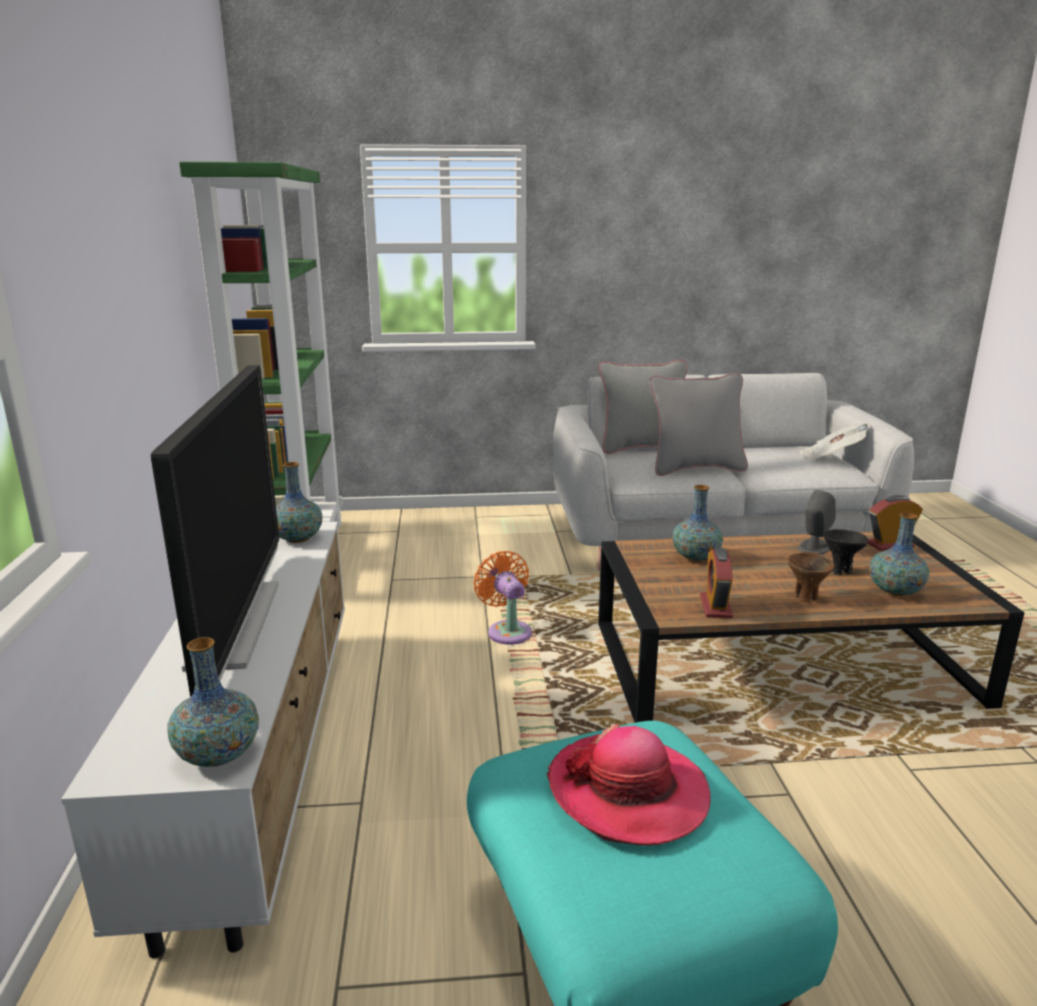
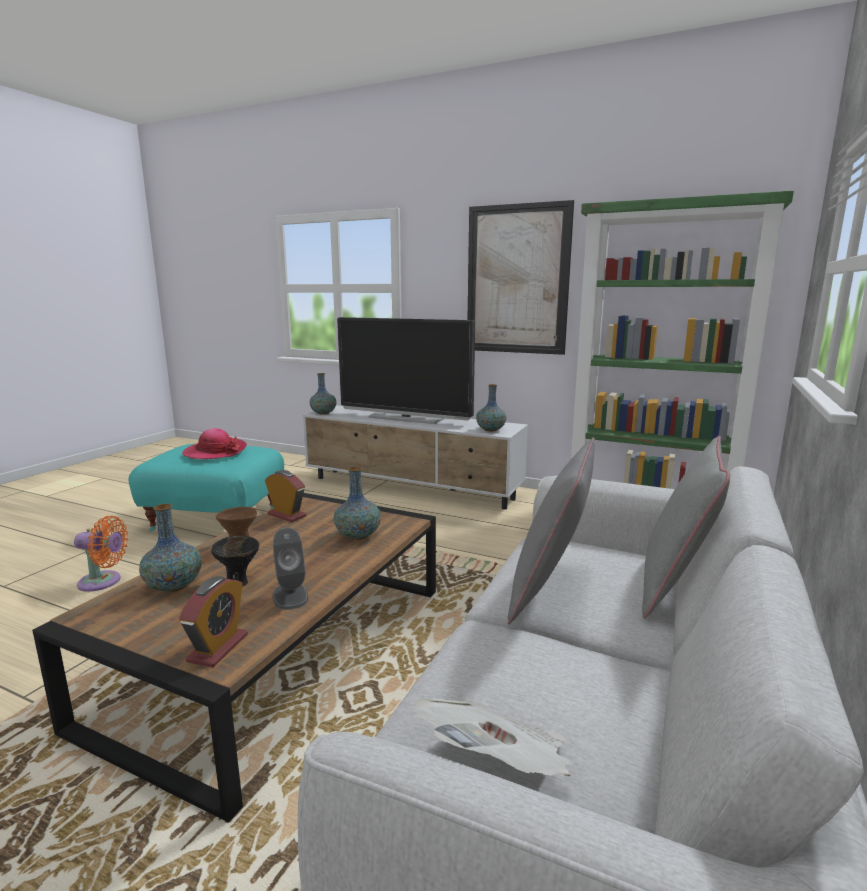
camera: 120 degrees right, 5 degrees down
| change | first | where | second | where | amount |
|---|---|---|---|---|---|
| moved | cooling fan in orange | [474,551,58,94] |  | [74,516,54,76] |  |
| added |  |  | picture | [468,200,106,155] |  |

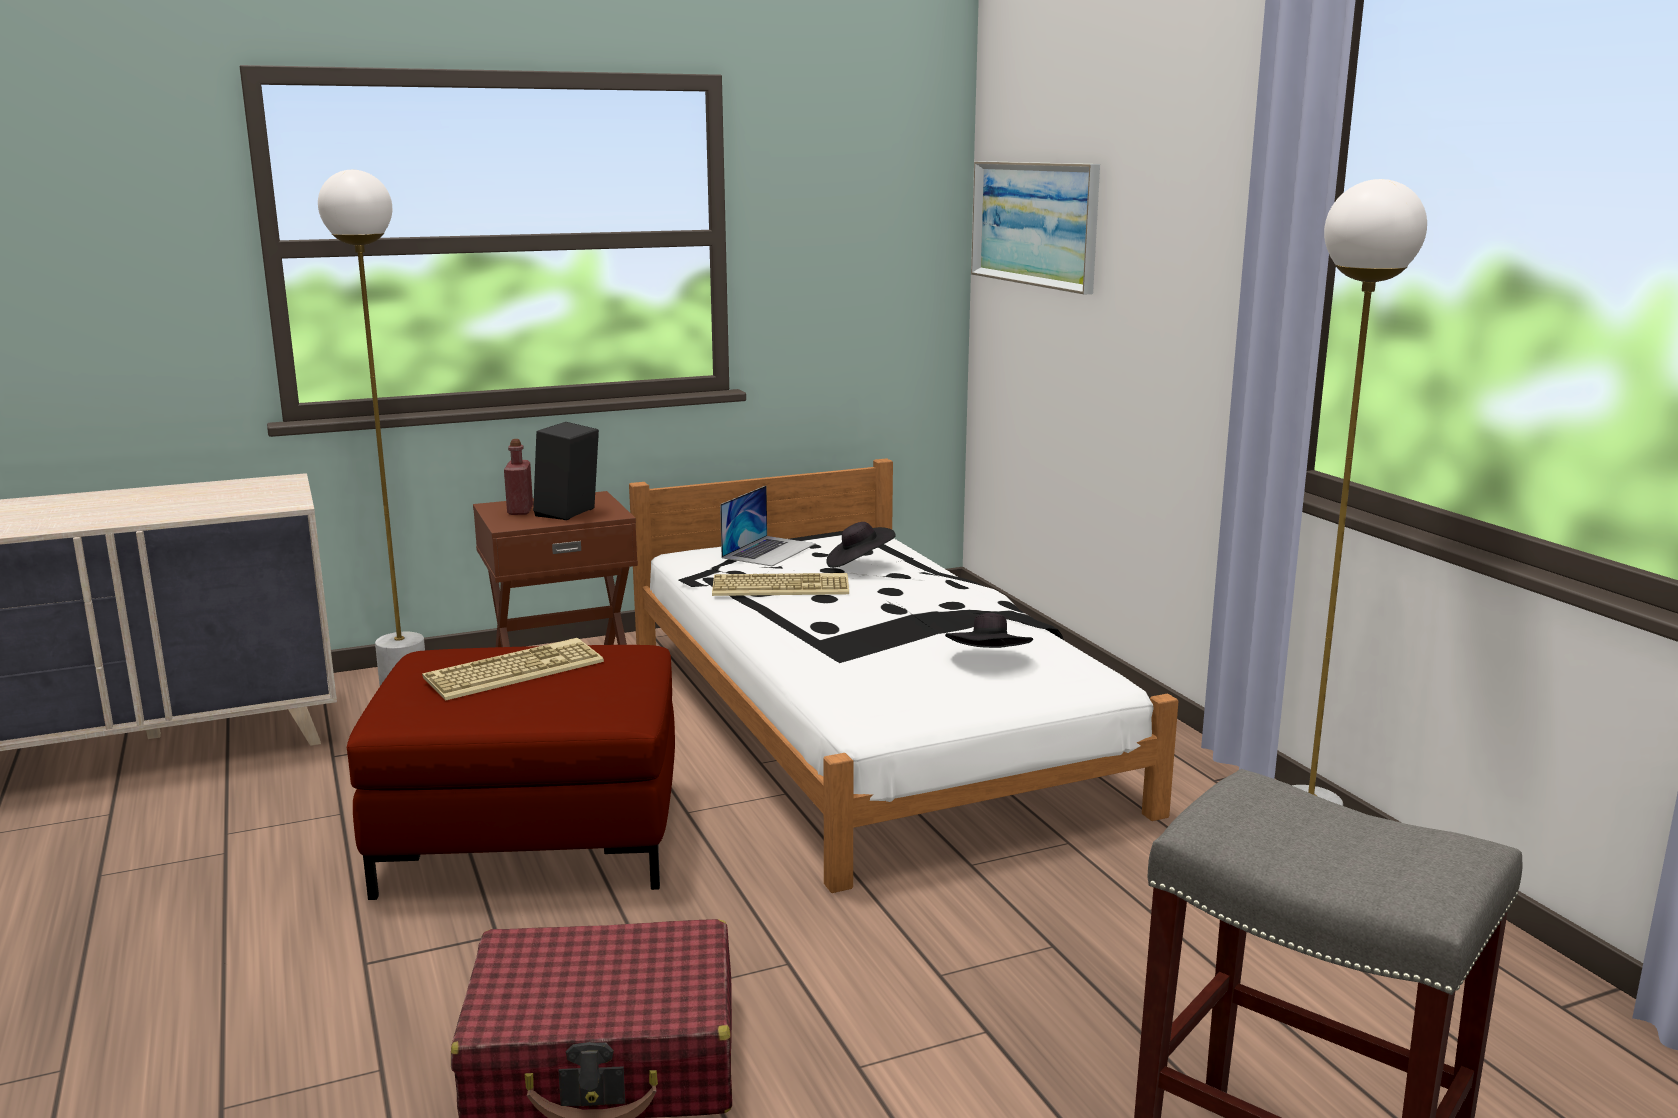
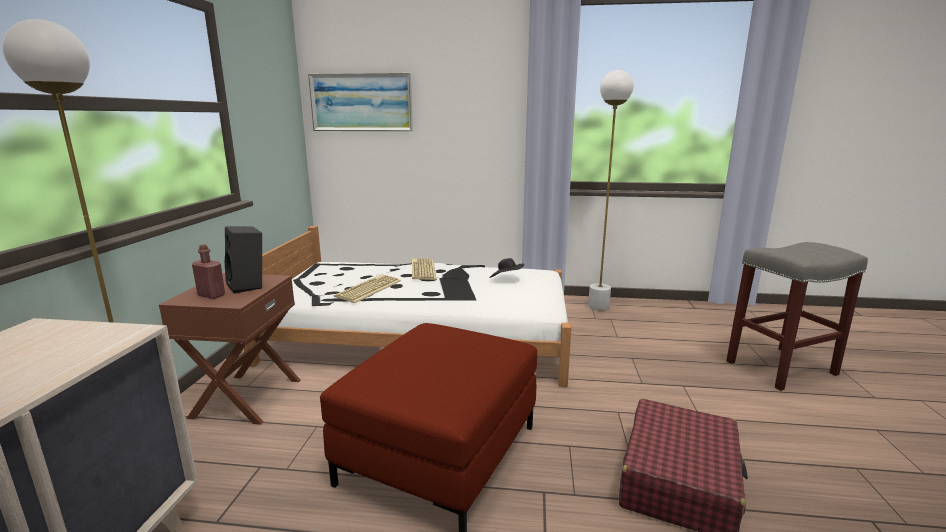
camera: 60 degrees left, 0 degrees up
| change | first | where | second | where | amount |
|---|---|---|---|---|---|
| moved | computer keyboard | [422,638,182,63] |  | [412,258,25,22] |  |
| removed | laptop | [720,486,96,80] |  |  |  |
| removed | wearable hat in black-coloured | [827,522,69,46] |  |  |  |

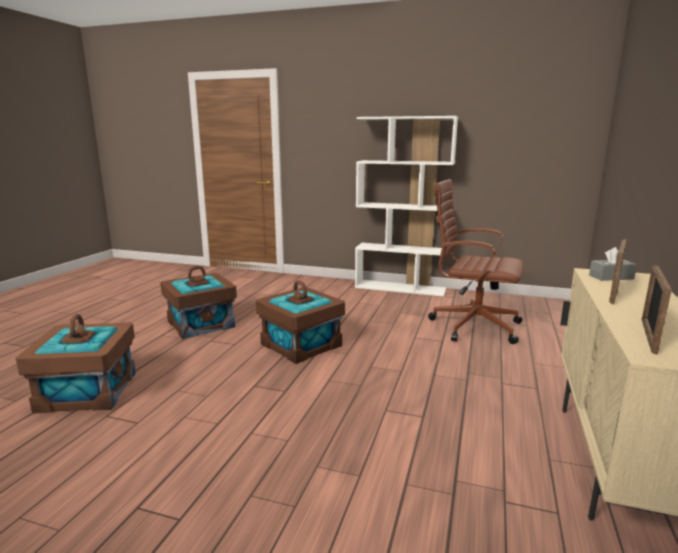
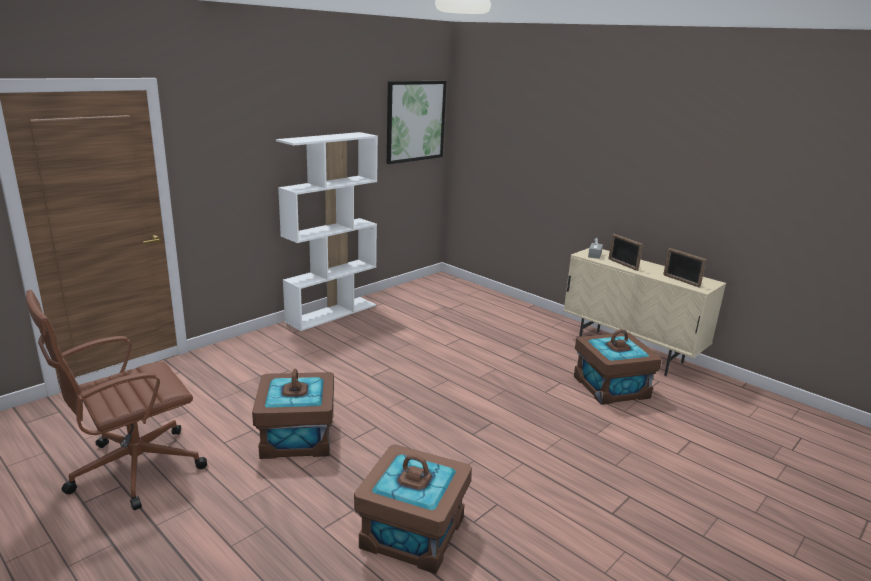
camera: 65 degrees left, 5 degrees up
| change | first | where | second | where | amount |
|---|---|---|---|---|---|
| moved | storage container in brown-coloured | [256,280,89,84] |  | [574,330,88,75] |  |
| moved | desk chair in brown-coloured | [428,179,96,165] |  | [26,290,181,220] |  |
| added |  |  | picture | [387,81,59,83] |  |

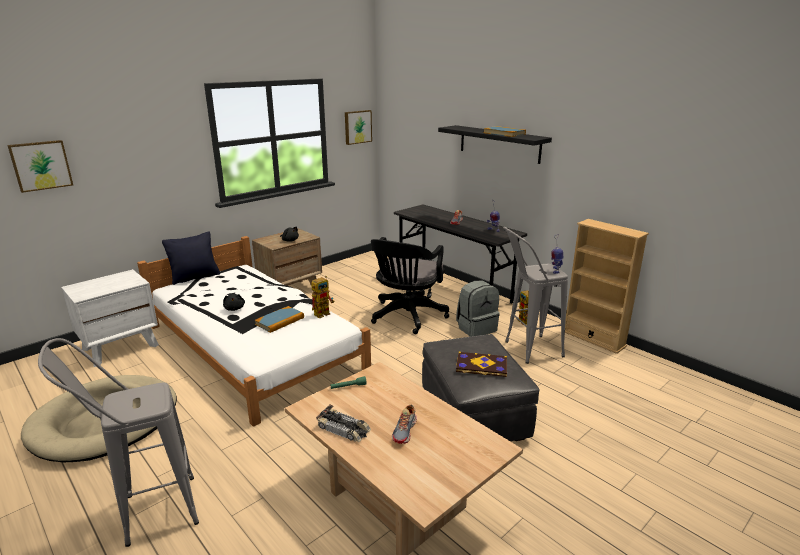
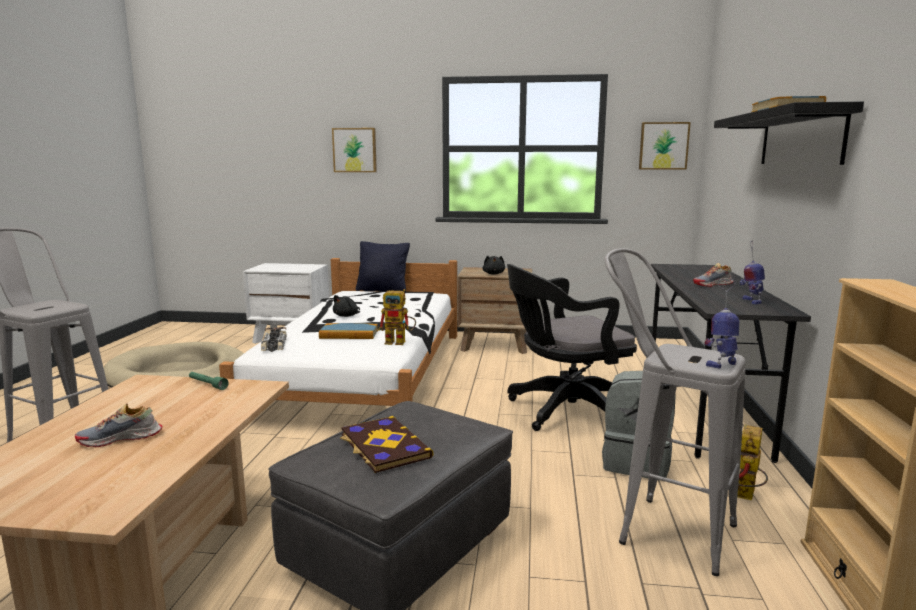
camera: 50 degrees right, 10 degrees down
| change | first | where | second | where | amount |
|---|---|---|---|---|---|
| moved | picture | [7,140,66,53] |  | [332,128,45,44] |  |
| moved | toy car | [316,405,55,37] |  | [261,327,26,25] |  |

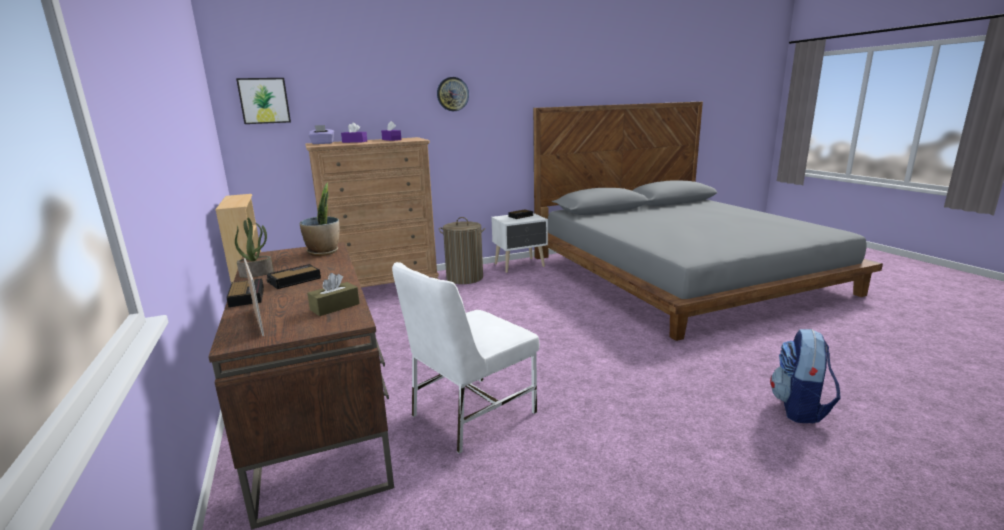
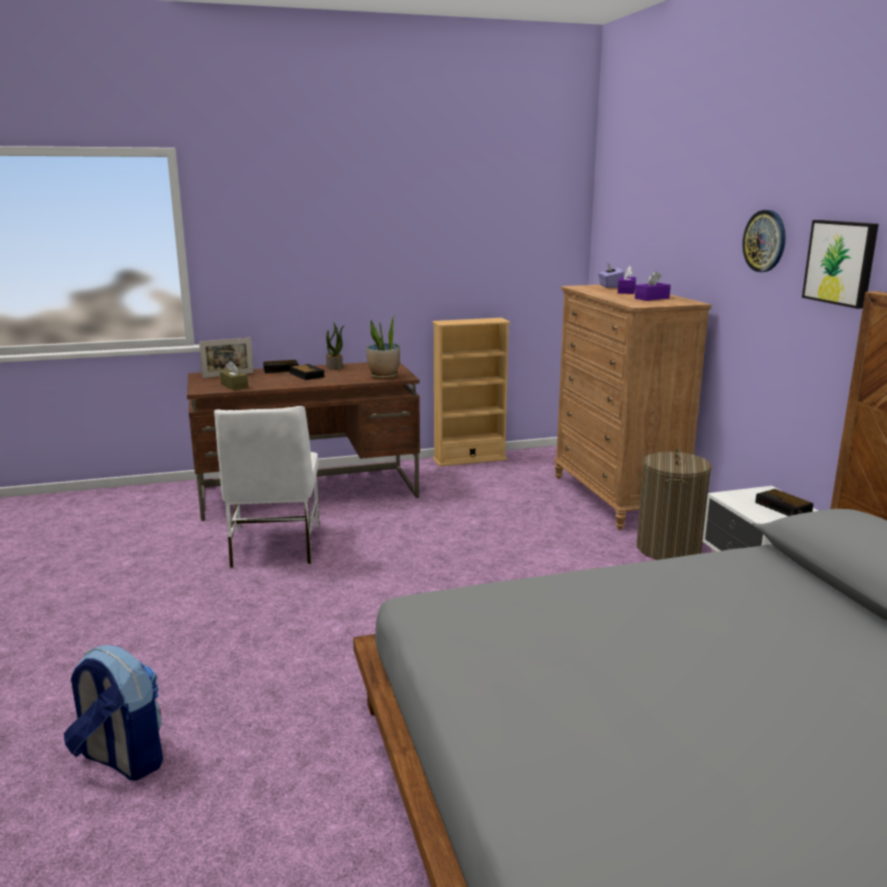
camera: 95 degrees right, 0 degrees up
| change | first | where | second | where | amount |
|---|---|---|---|---|---|
| moved | picture | [236,78,55,46] |  | [802,220,77,89] |  |
| turned | chair in white-coloured | [392,262,147,192] |  | [214,406,105,162] | 150 degrees counterclockwise |

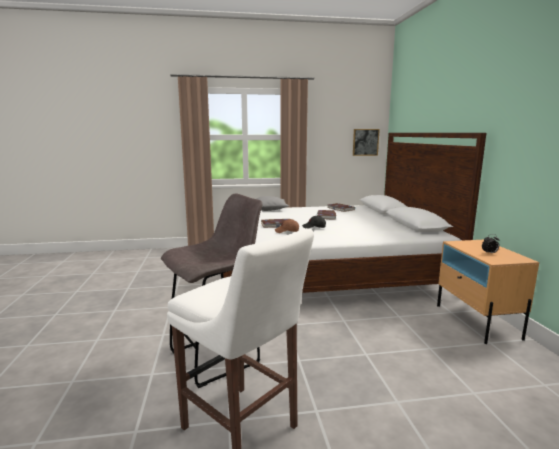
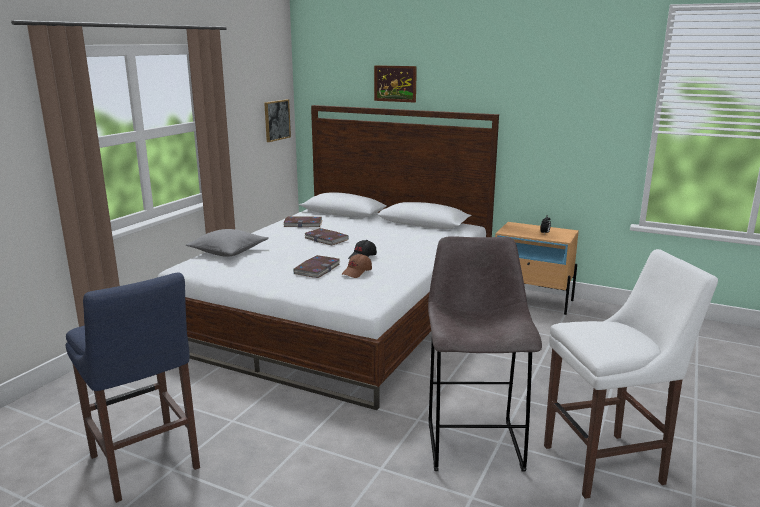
camera: 55 degrees left, 5 degrees up
| change | first | where | second | where | amount |
|---|---|---|---|---|---|
| added |  |  | stool seat in blue-coloured | [65,273,135,230] |  |
| added |  |  | picture | [374,65,43,37] |  |

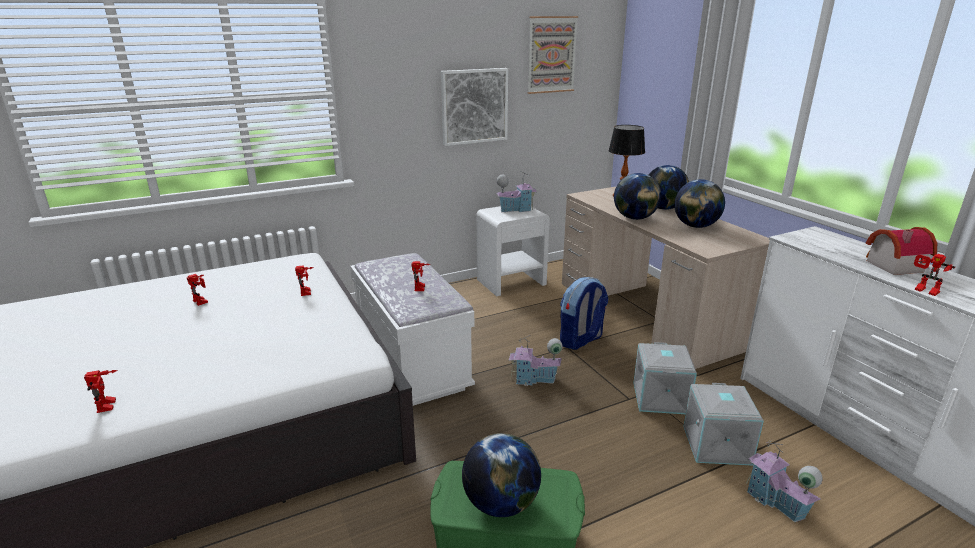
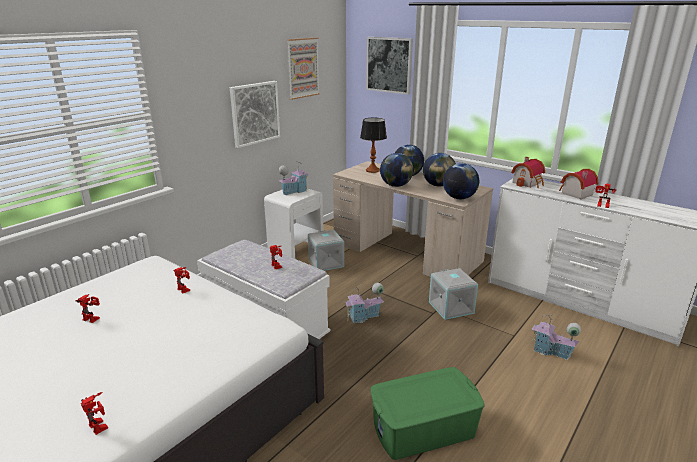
camera: 25 degrees left, 0 degrees up
| change | first | where | second | where | amount |
|---|---|---|---|---|---|
| moved | world globe | [462,433,79,84] |  | [443,163,36,36] |  |
| removed | knapsack | [560,277,48,73] |  |  |  |
| moved | storage container in greyish | [683,383,81,83] |  | [308,230,36,41] |  |
| added |  |  | picture | [366,37,47,58] |  |
| added |  |  | toy house | [511,156,34,32] |  |

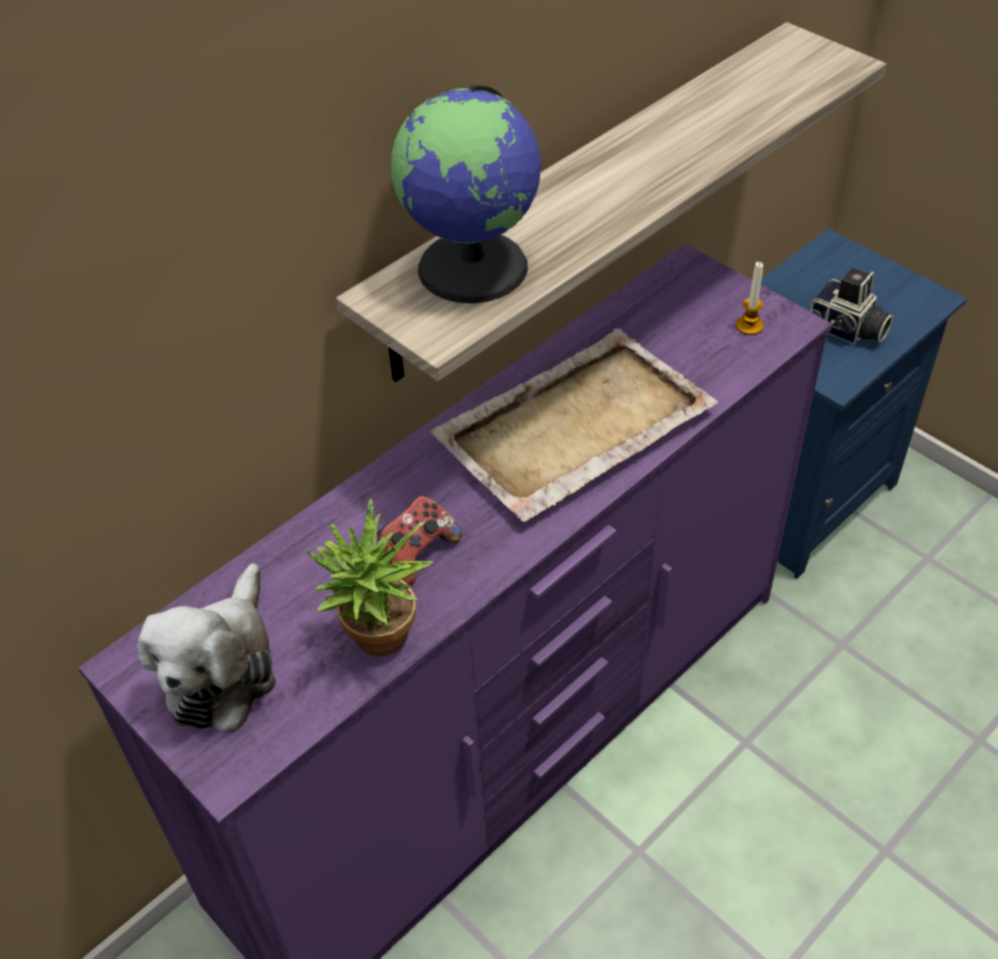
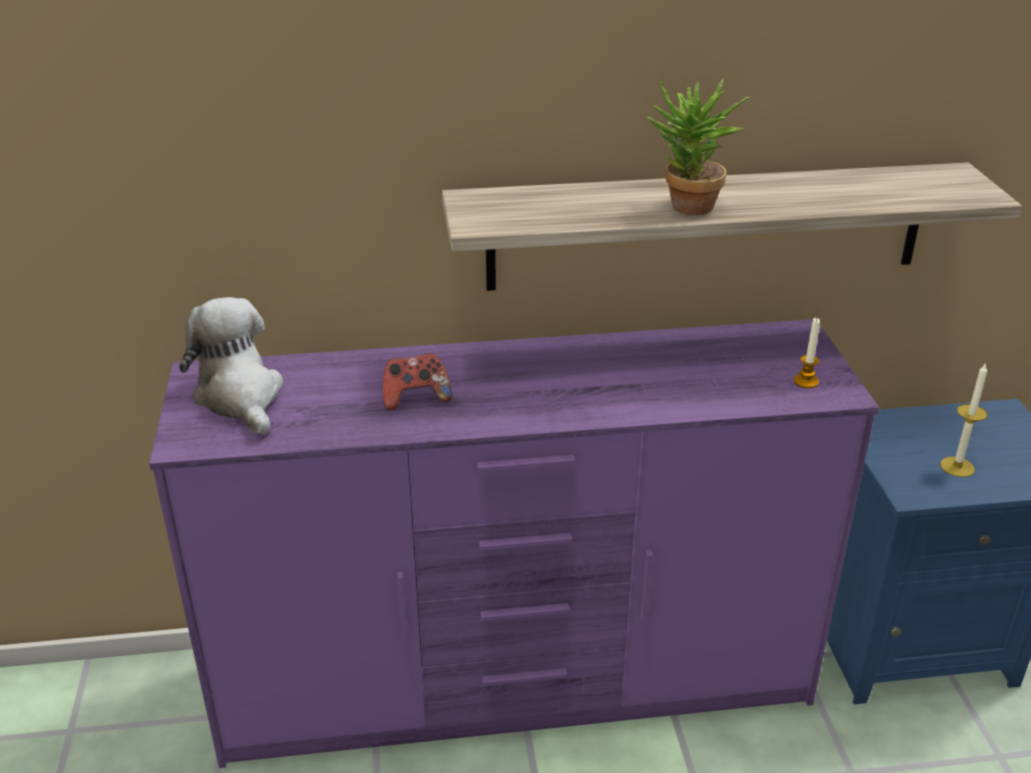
camera: 35 degrees right, 15 degrees down
| change | first | where | second | where | amount |
|---|---|---|---|---|---|
| turned | soft toy | [137,563,139,169] |  | [179,297,104,138] | 105 degrees clockwise |
| moved | potted plant | [306,499,128,158] |  | [647,79,103,136] |  |
| removed | world globe | [391,85,150,219] |  |  |  |
| removed | carrying tray in beige-coloured | [430,328,288,194] |  |  |  |
| replaced | photo camera | [809,268,84,76] | candle | [941,362,46,115] |  |

